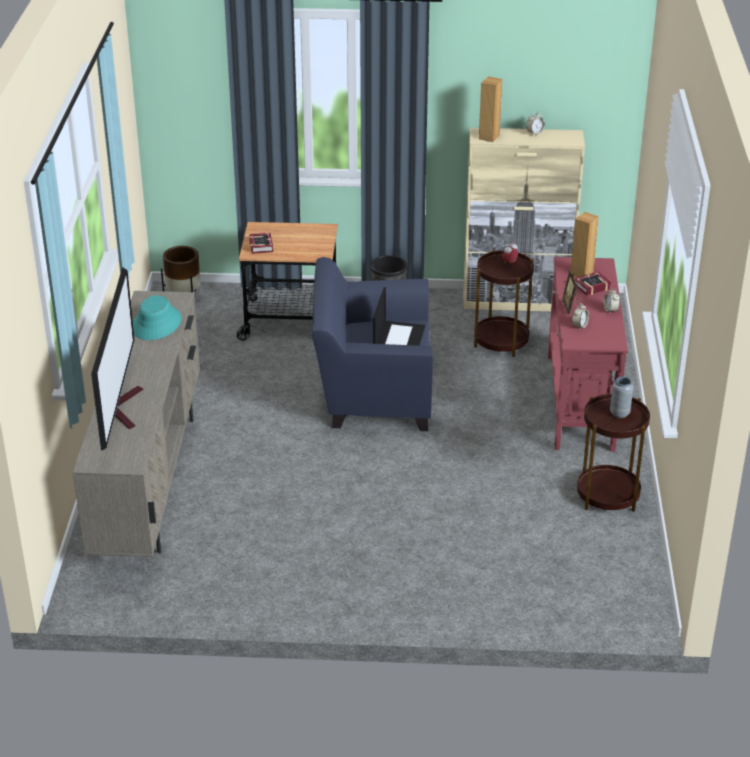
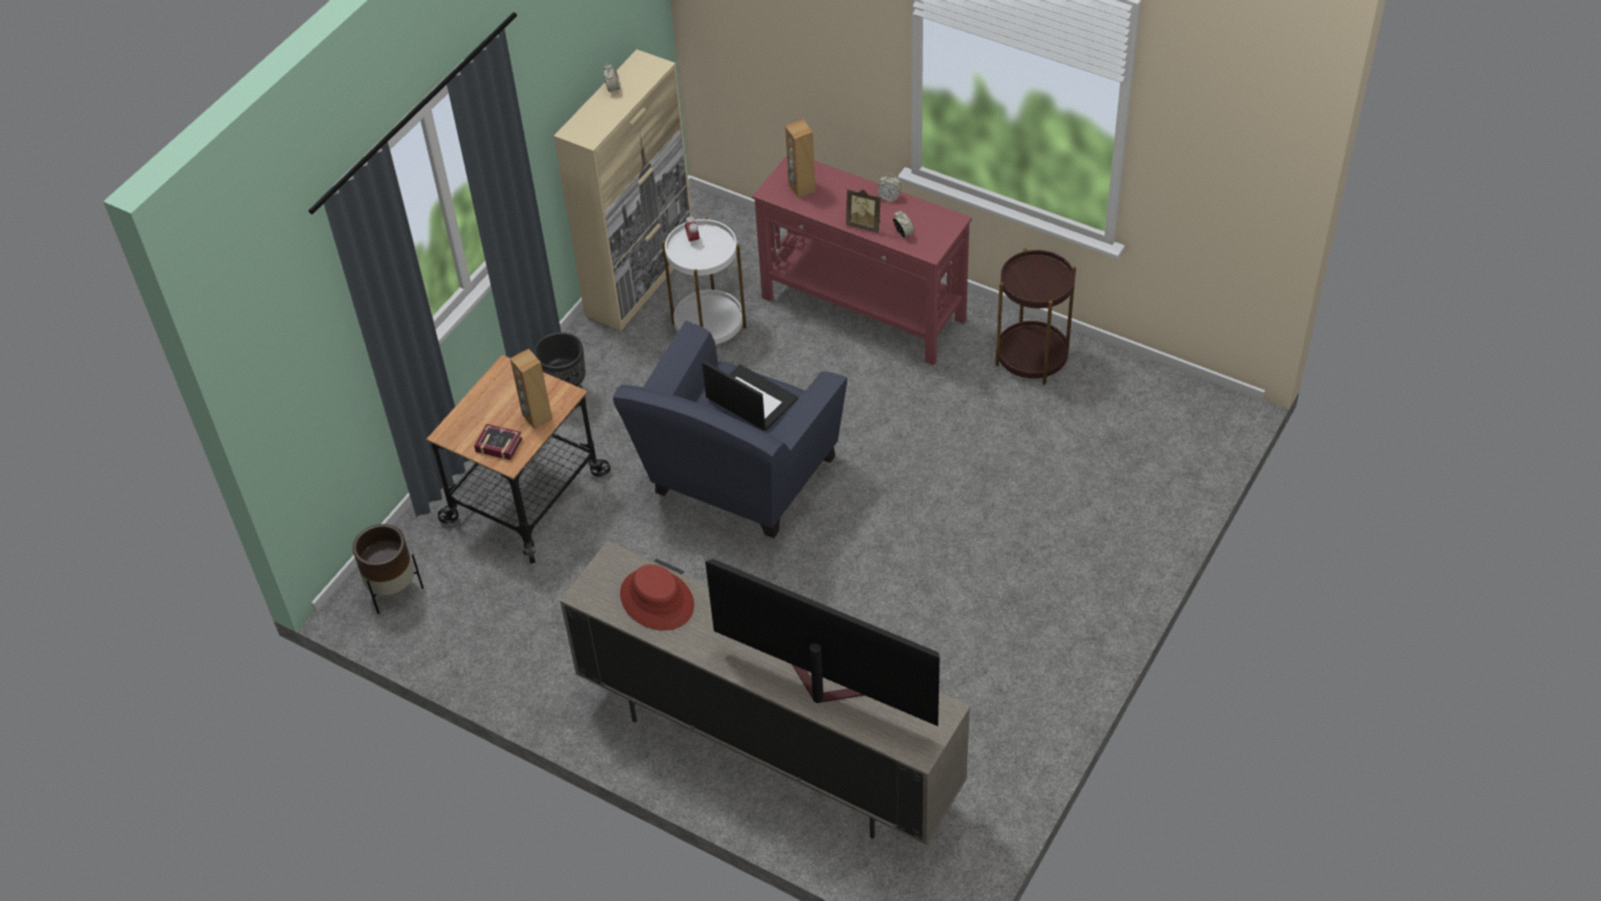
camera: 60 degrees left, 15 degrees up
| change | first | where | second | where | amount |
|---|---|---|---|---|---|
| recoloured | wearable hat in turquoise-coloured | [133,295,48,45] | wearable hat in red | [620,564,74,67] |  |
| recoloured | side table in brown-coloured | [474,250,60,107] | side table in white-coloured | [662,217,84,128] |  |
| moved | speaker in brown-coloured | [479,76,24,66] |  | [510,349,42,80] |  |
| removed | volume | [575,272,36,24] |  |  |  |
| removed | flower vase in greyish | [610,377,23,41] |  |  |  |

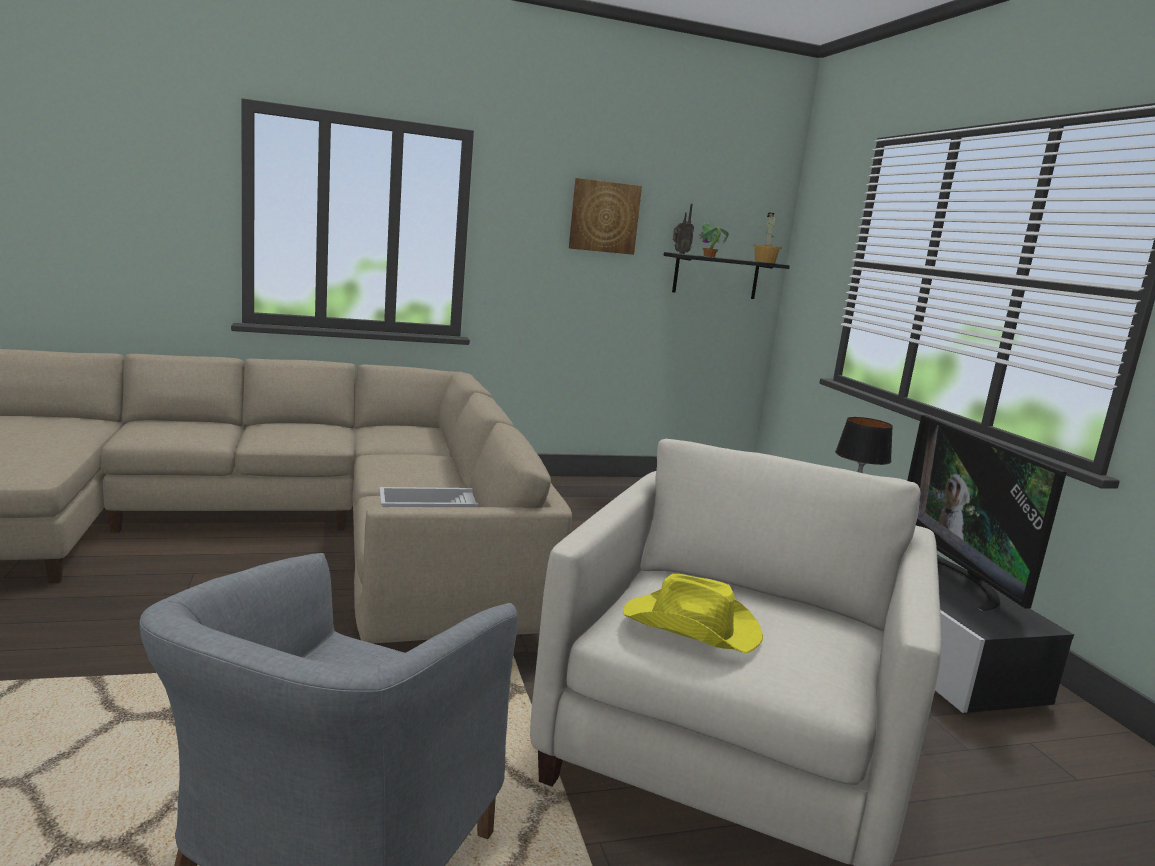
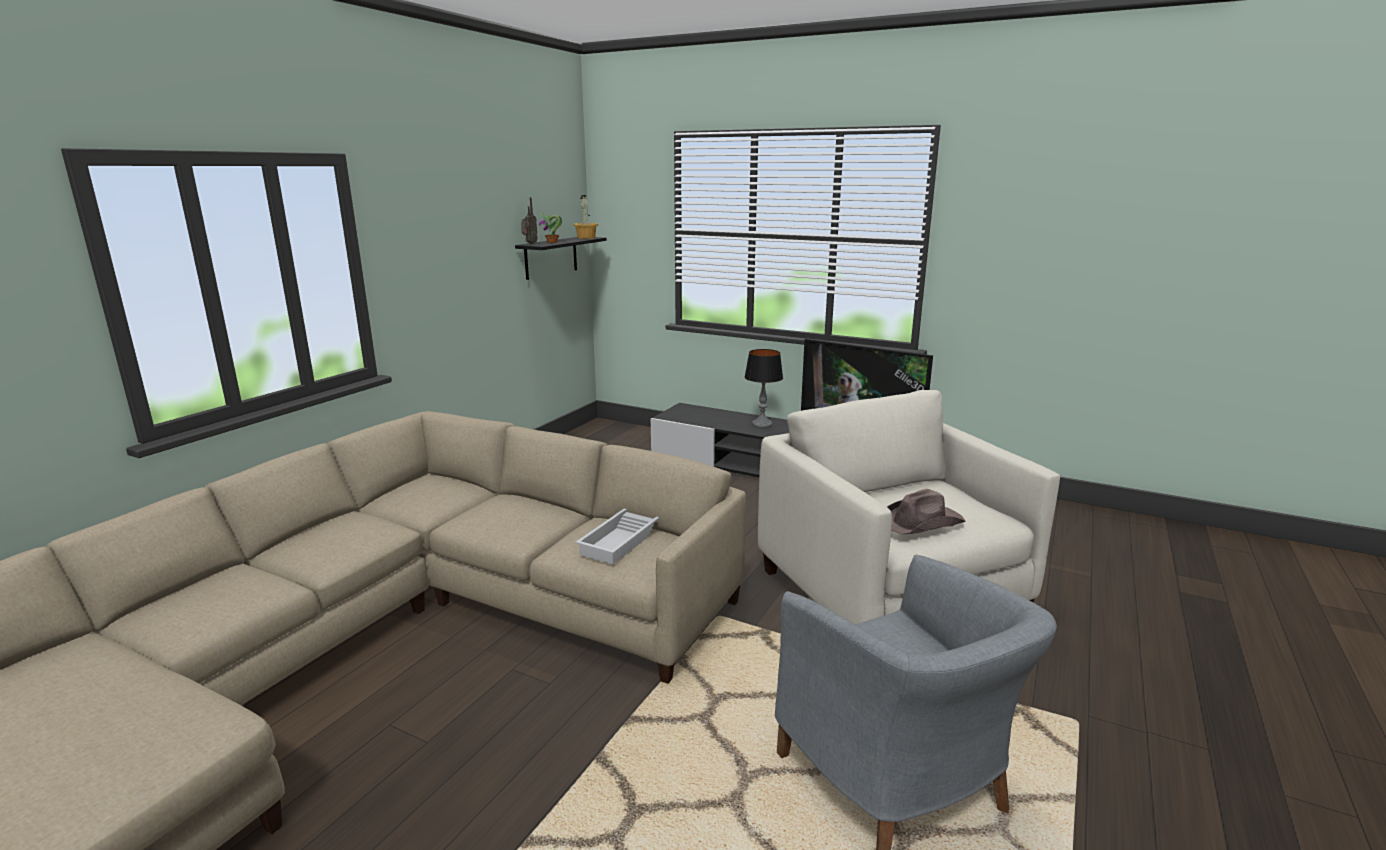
camera: 45 degrees left, 5 degrees up
| change | first | where | second | where | amount |
|---|---|---|---|---|---|
| removed | picture | [569,178,73,77] |  |  |  |
| recoloured | wearable hat in yellowish | [623,574,140,80] | wearable hat in brown-coloured | [887,489,79,45] |  |

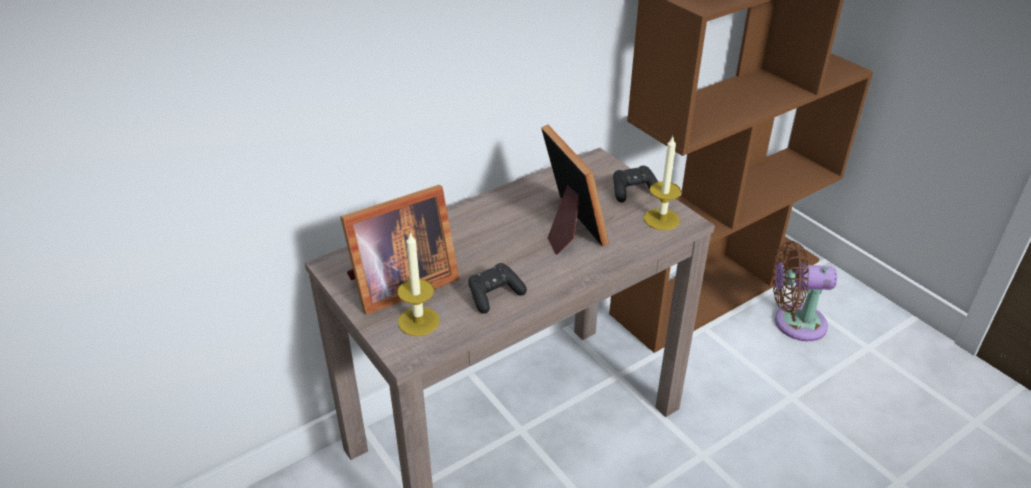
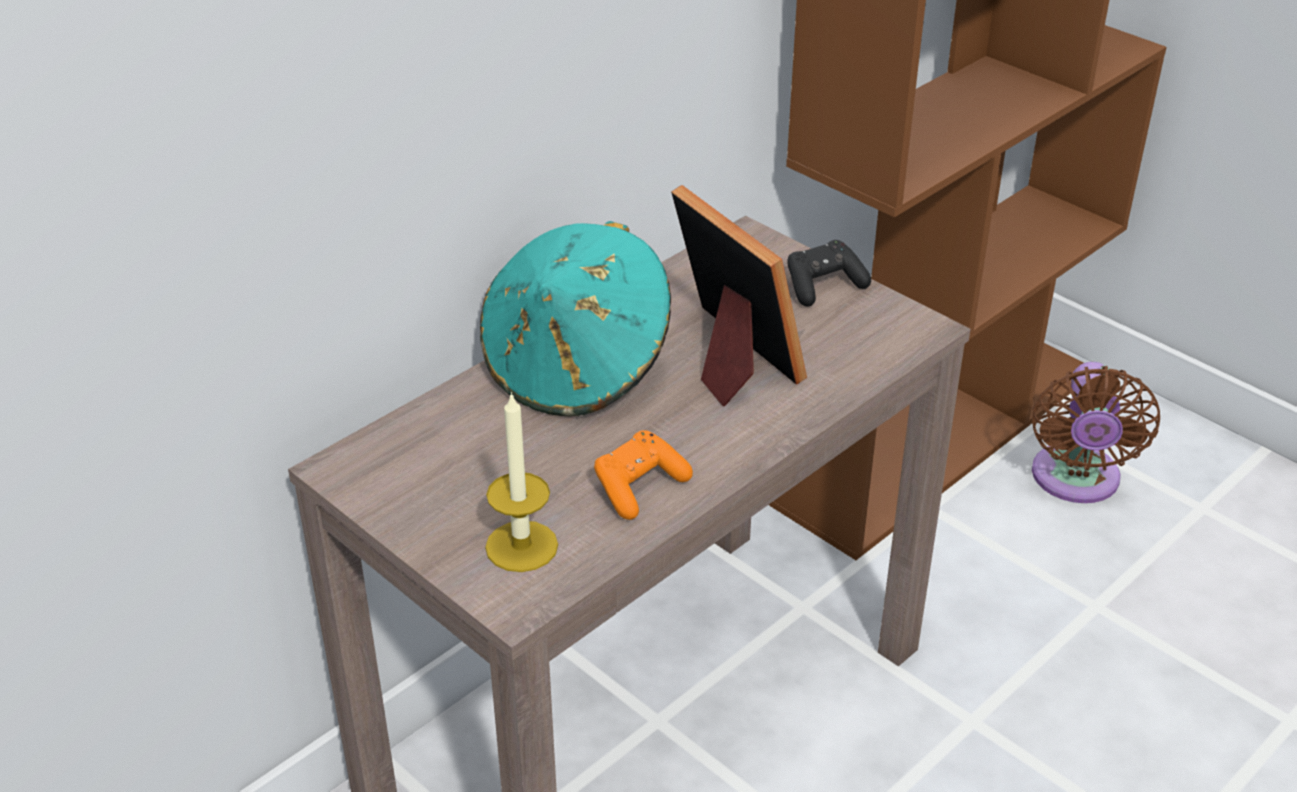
camera: 10 degrees left, 0 degrees up
| change | first | where | second | where | amount |
|---|---|---|---|---|---|
| removed | standing frame | [340,185,119,130] |  |  |  |
| recoloured | joypad in black-coloured | [468,263,59,51] | joypad in orange | [594,430,99,90] |  |
| removed | candle | [644,137,37,93] |  |  |  |
| turned | cooling fan in brown-coloured | [773,241,64,100] |  | [1032,362,128,141] | 75 degrees counterclockwise |
| added |  |  | wearable hat in turquoise-coloured | [480,221,191,195] |  |

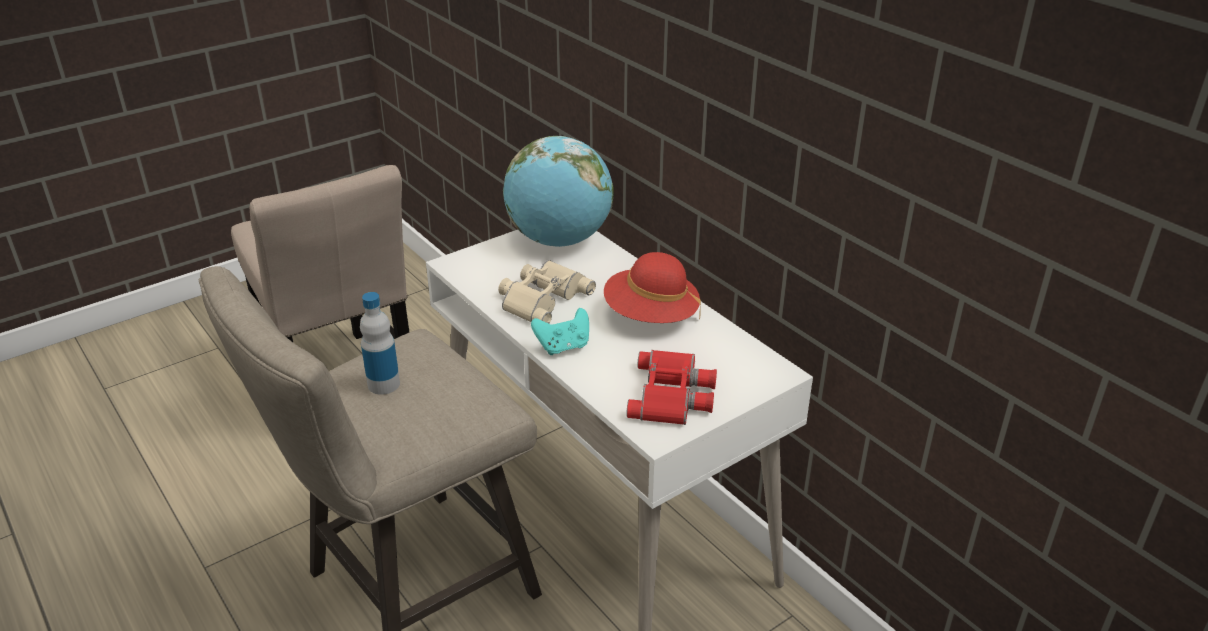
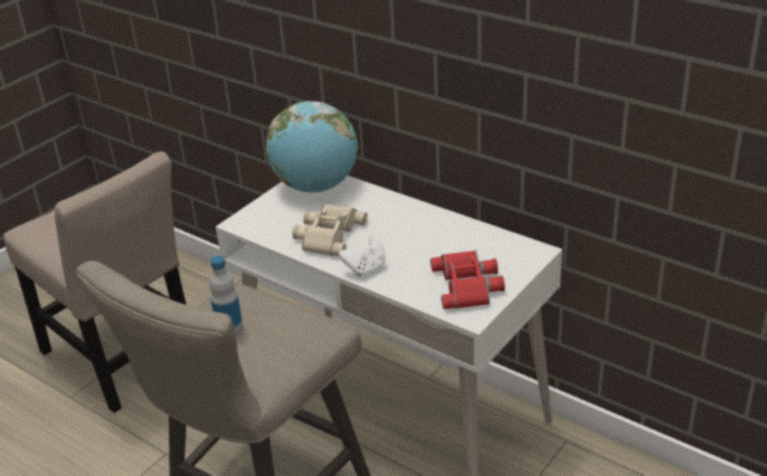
camera: 15 degrees left, 0 degrees up
| change | first | where | second | where | amount |
|---|---|---|---|---|---|
| recoloured | joypad in turquoise-coloured | [531,308,58,47] | joypad in white-coloured | [339,235,47,42] |  |
| removed | wearable hat in red | [604,252,97,71] |  |  |  |

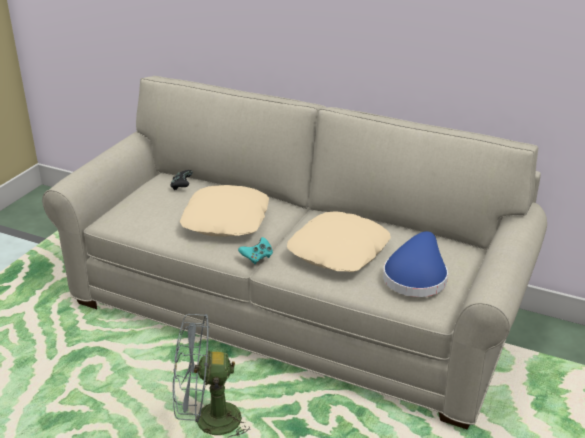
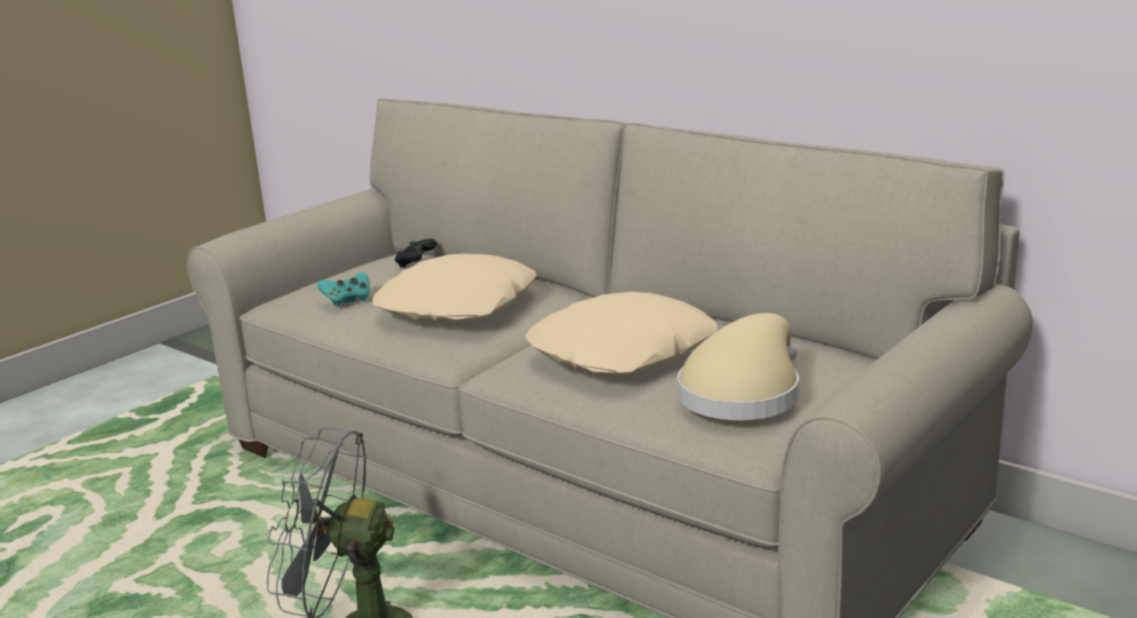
camera: 15 degrees right, 10 degrees down
| change | first | where | second | where | amount |
|---|---|---|---|---|---|
| moved | joypad in turquoise-coloured | [238,237,35,27] |  | [317,272,53,35] |  |
| recoloured | wearable hat in blue-coloured | [383,231,65,66] | wearable hat in beige-coloured | [677,313,122,107] |  |

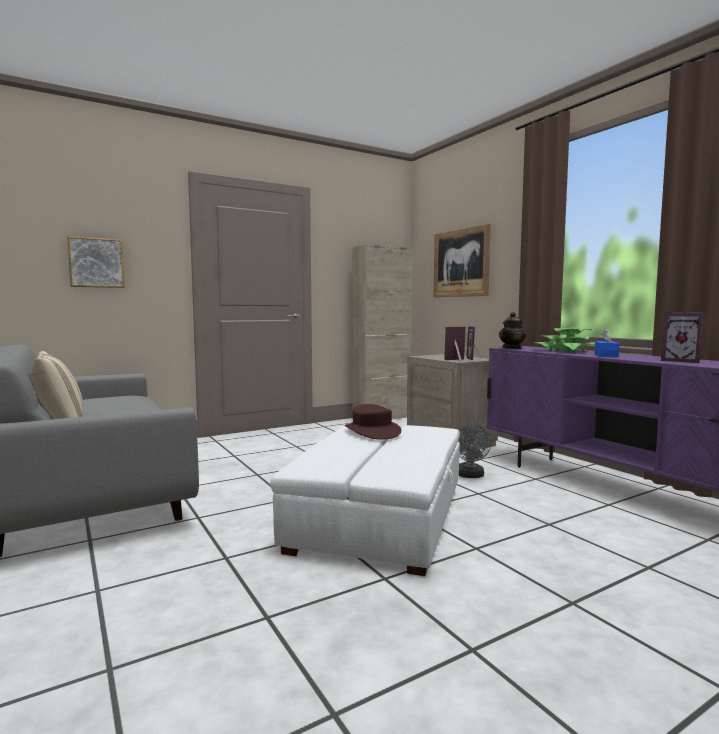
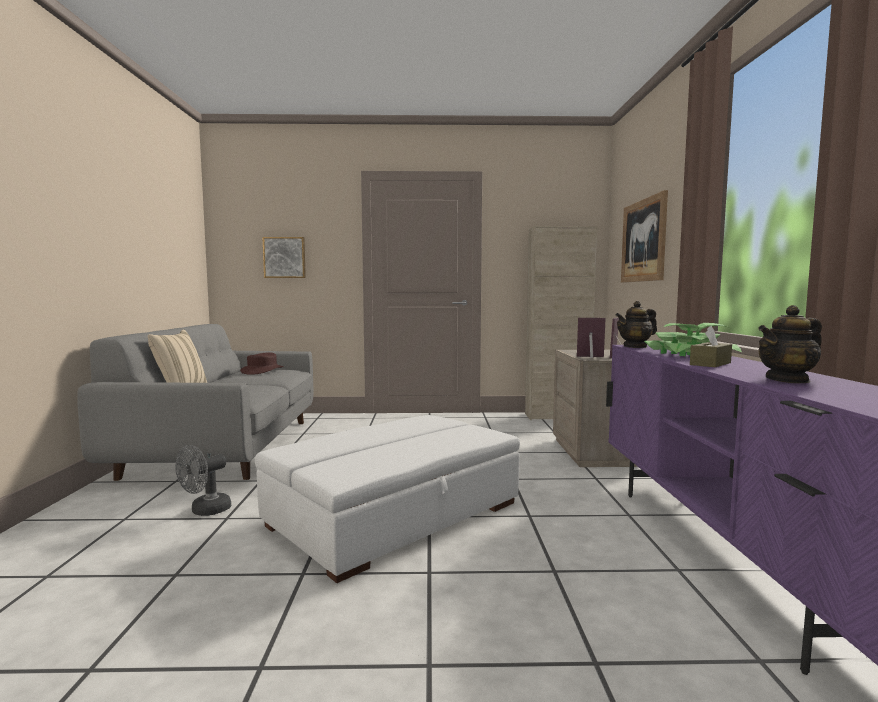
camera: 30 degrees right, 0 degrees up
| change | first | where | second | where | amount |
|---|---|---|---|---|---|
| moved | wearable hat in brown-coloured | [345,404,56,36] |  | [240,352,44,23] |  |
| moved | cooling fan in greyish | [458,424,33,54] |  | [175,445,56,71] |  |
| recoloured | tissue holder in blue-coloured | [595,328,25,30] | tissue holder in brown-coloured | [690,326,42,41] |  |
| replaced | standing frame | [661,312,43,51] | pot for tea | [758,305,64,78] |  |

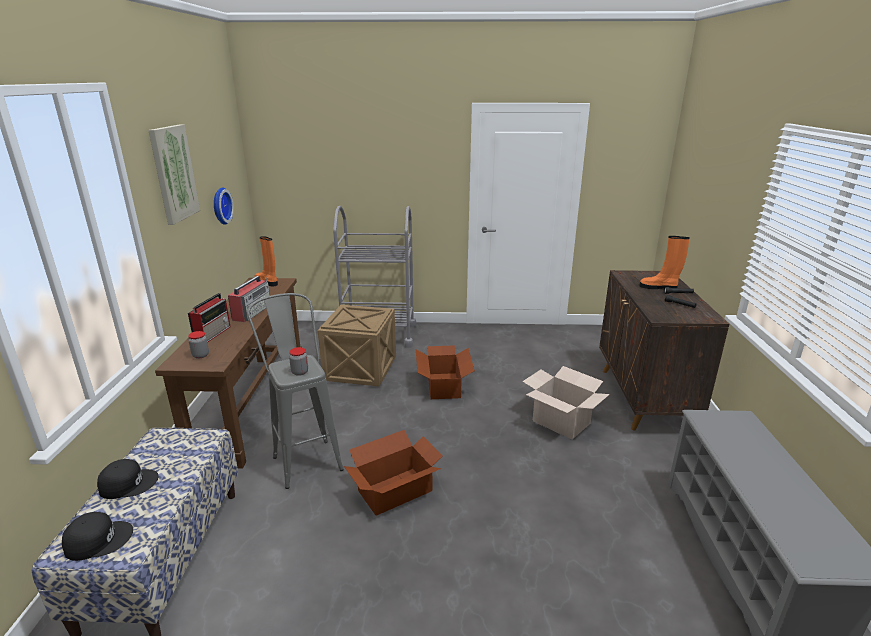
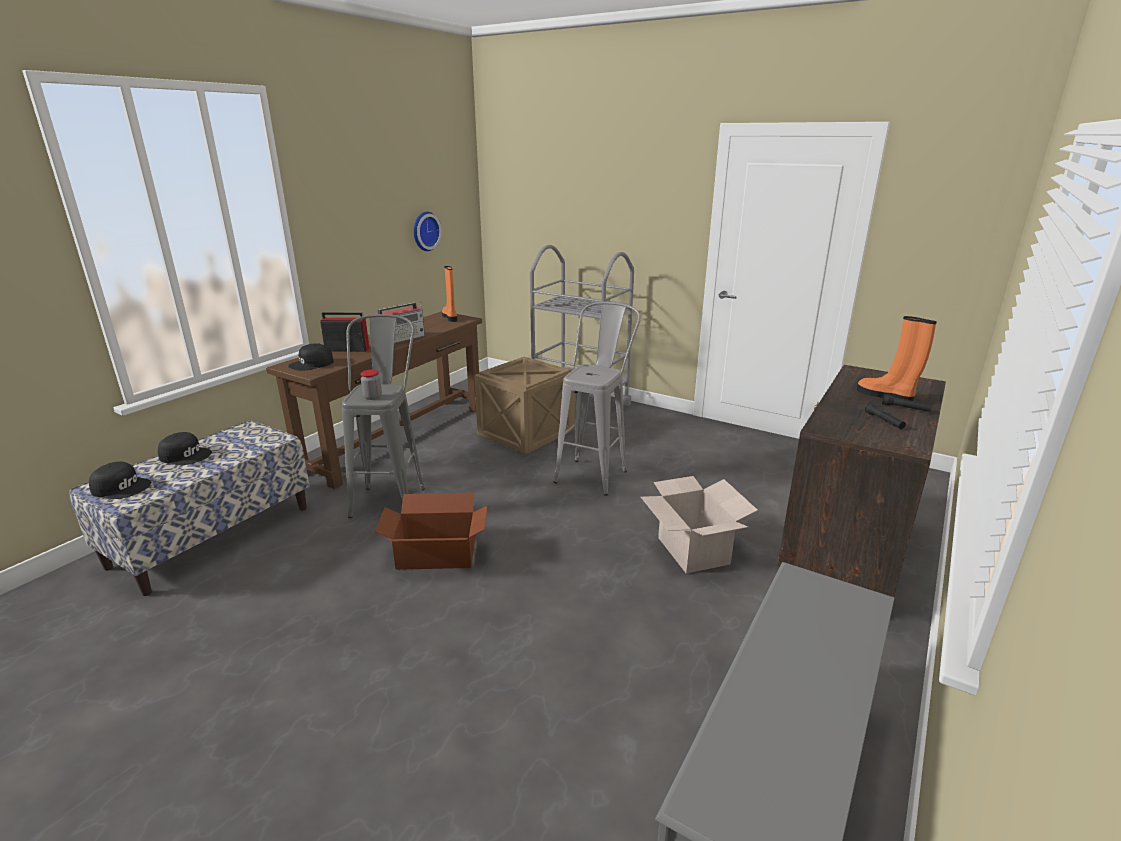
camera: 30 degrees right, 0 degrees up
| change | first | where | second | where | amount |
|---|---|---|---|---|---|
| removed | picture | [148,124,52,101] |  |  |  |
| turned | radio set | [188,293,43,50] |  | [320,312,49,40] | 135 degrees counterclockwise |
| replaced | jar | [188,331,21,28] | peaked cap in black-coloured | [288,343,46,27] |  |
| replaced | carton | [416,345,59,54] | stool seat in greyish | [554,302,87,194] |  |

